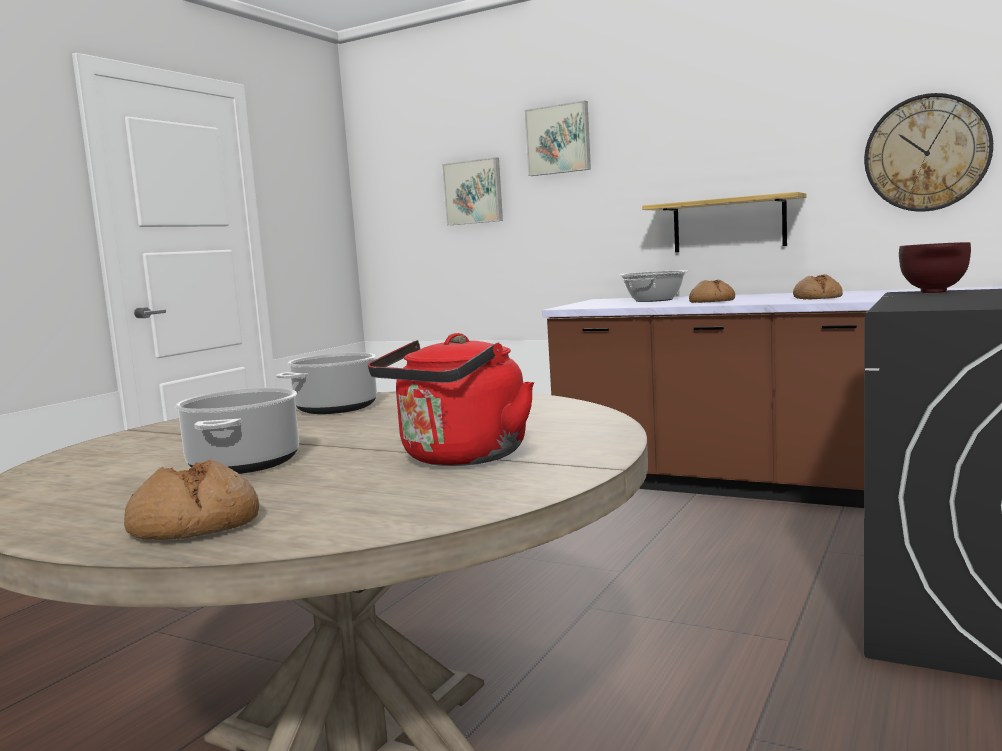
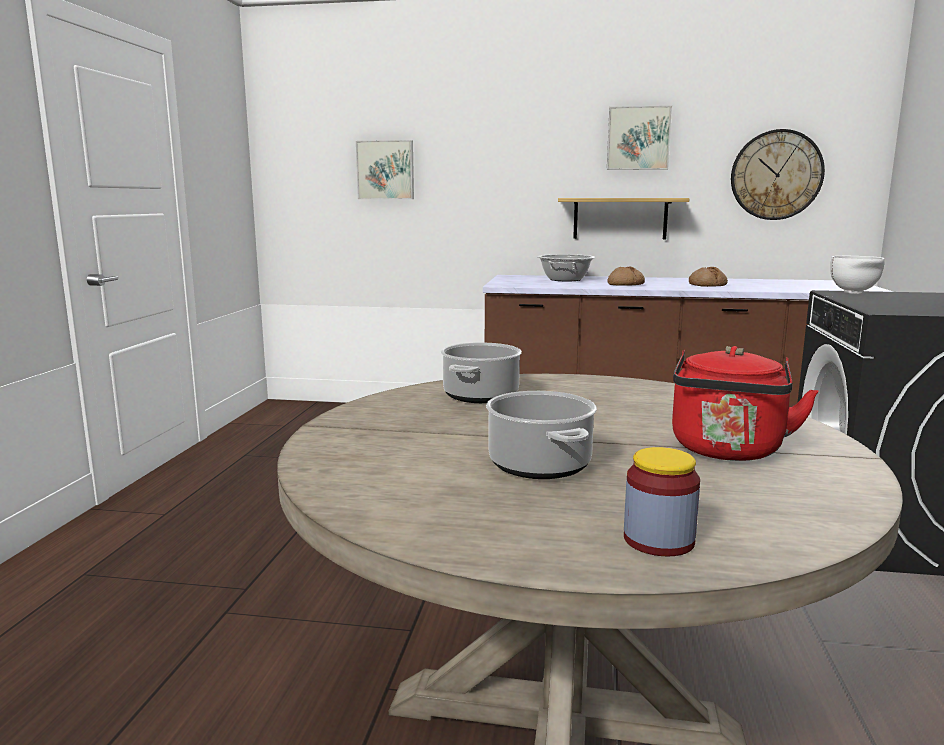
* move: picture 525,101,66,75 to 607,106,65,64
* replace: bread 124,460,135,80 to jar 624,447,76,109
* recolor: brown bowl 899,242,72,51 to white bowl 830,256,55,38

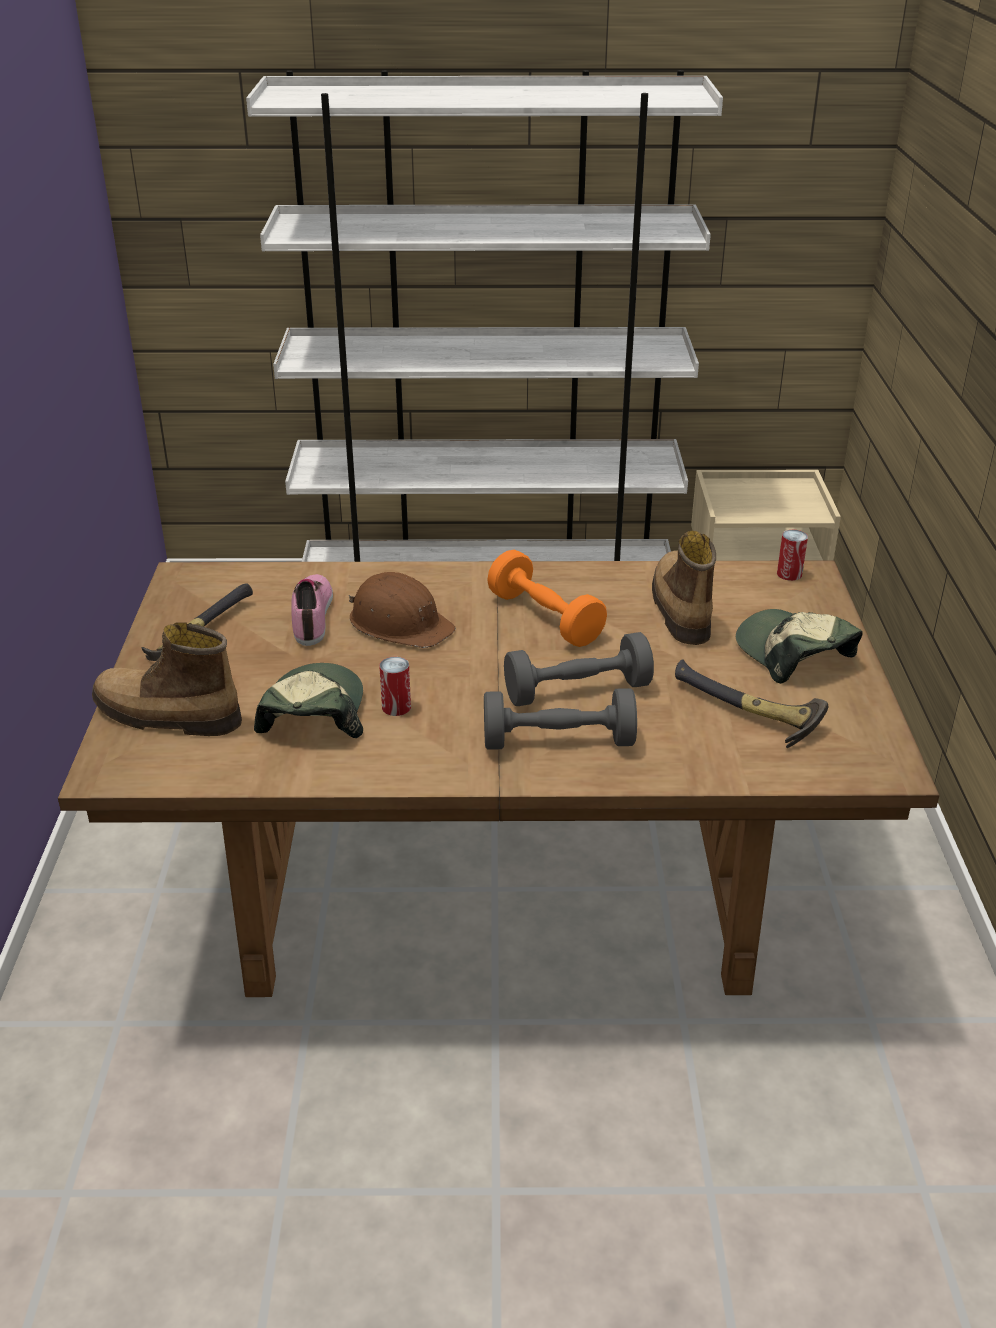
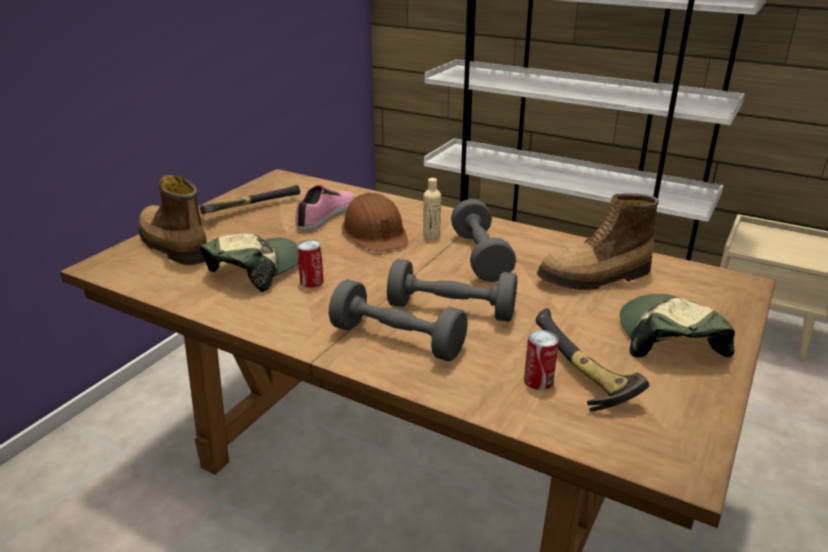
* insert: beige bottle 423,178,18,61
* move: can 777,530,31,51 to 524,330,35,60
* recolor: orange dumbbell 487,550,120,97 to grey dumbbell 451,199,65,83
* rotate: boot 652,531,64,114 = 537,193,122,97 135 degrees counterclockwise

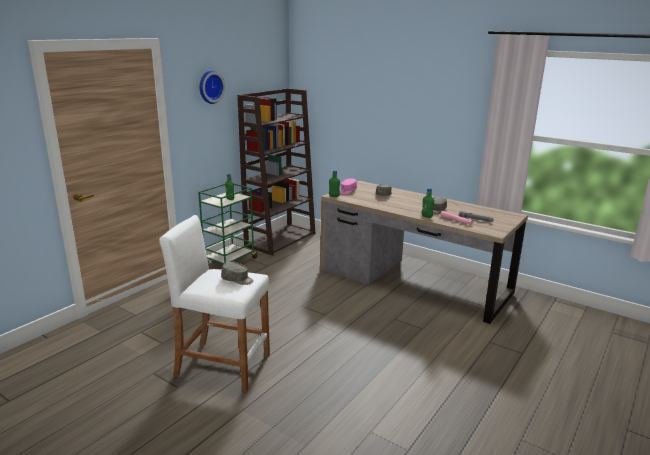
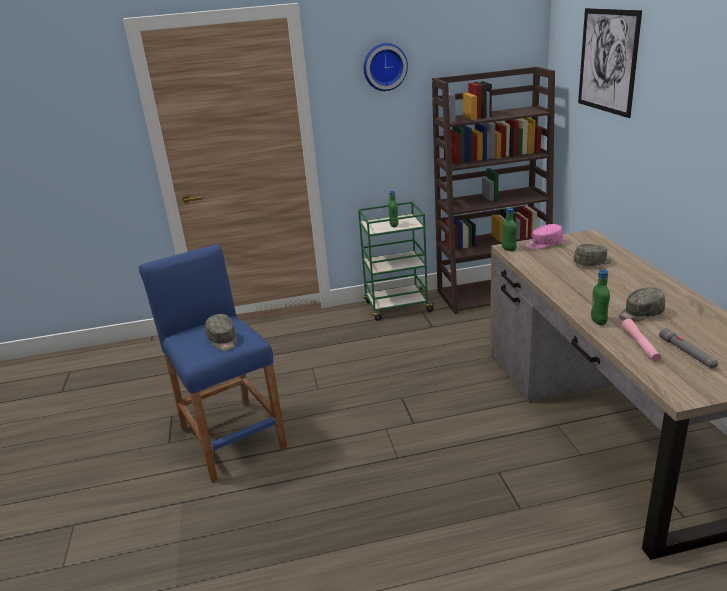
* insert: picture 578,8,64,110
* recolor: white stool 159,215,111,177 to blue stool 139,244,148,239

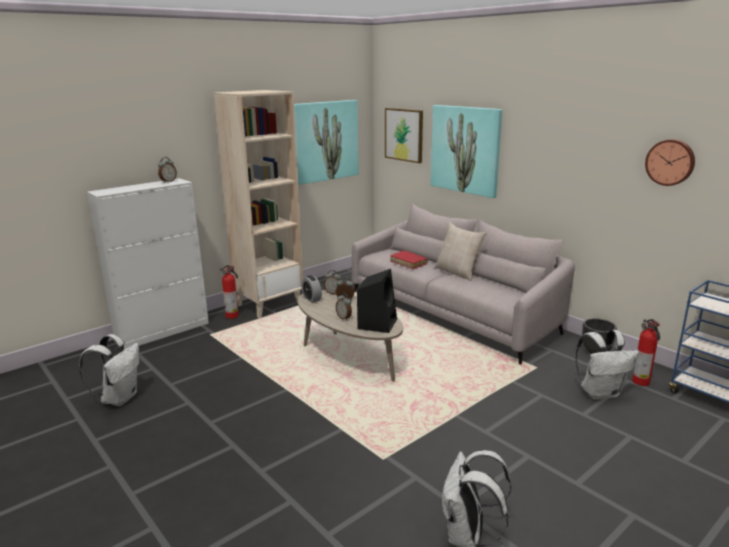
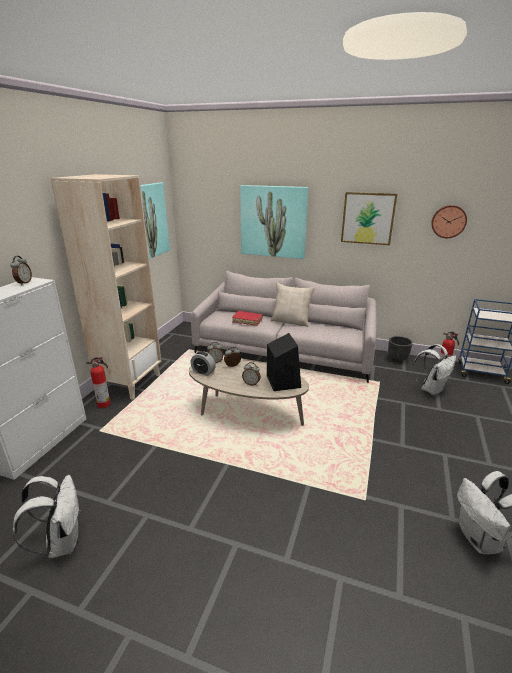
* move: picture 385,108,38,55 to 341,192,56,53

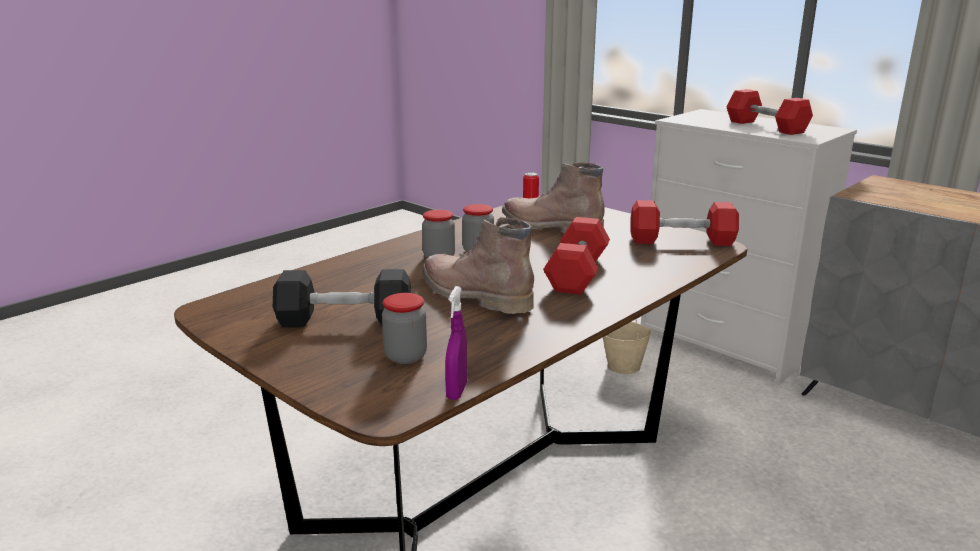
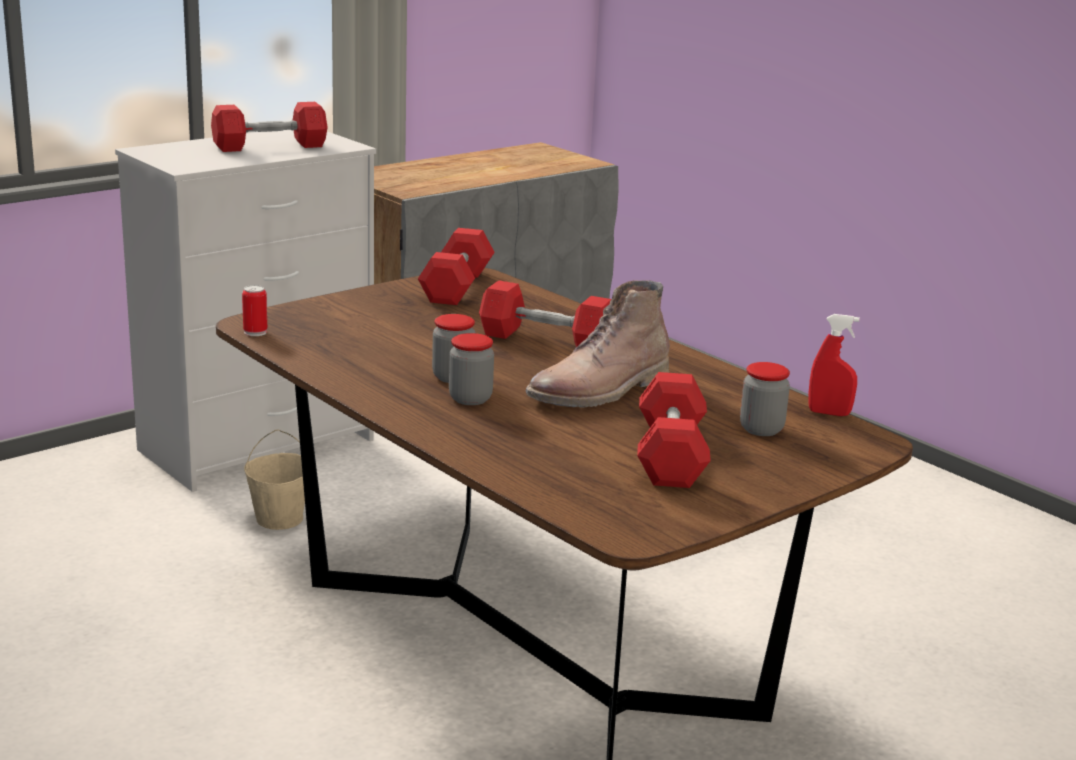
* delete: brown boot 502,162,103,71
* recolor: black dumbbell 273,269,138,59 to red dumbbell 637,372,74,116
* recolor: purple spray bottle 445,286,22,114 to red spray bottle 808,314,52,102

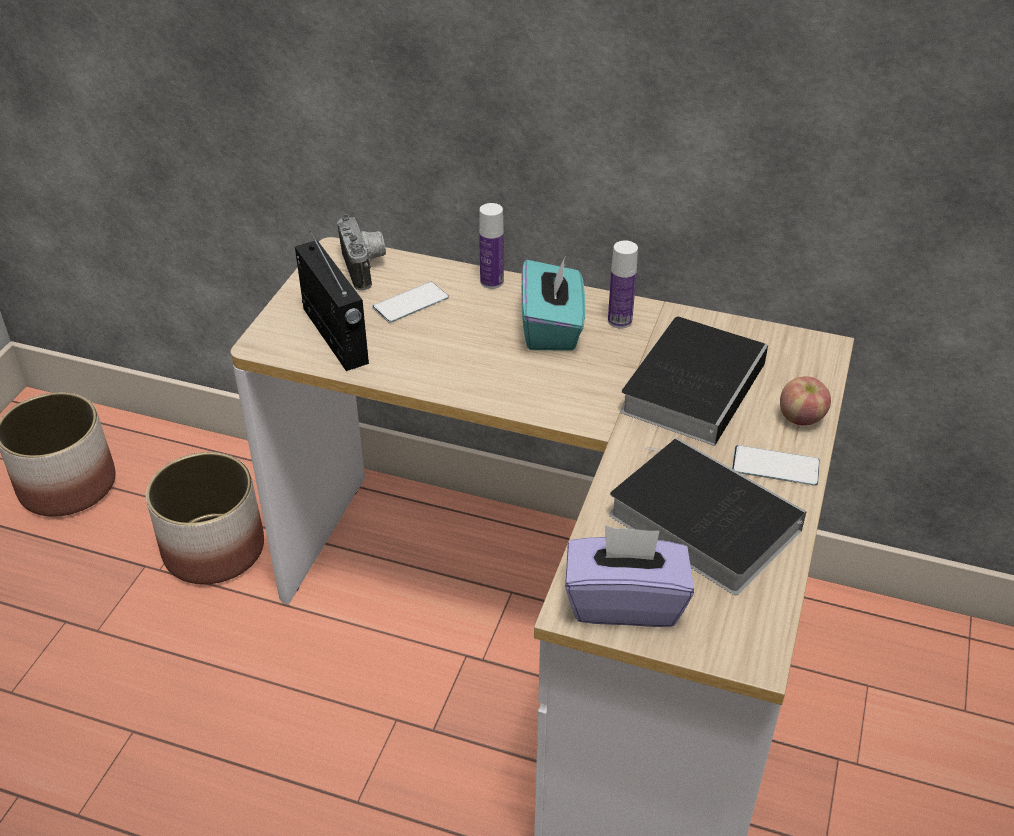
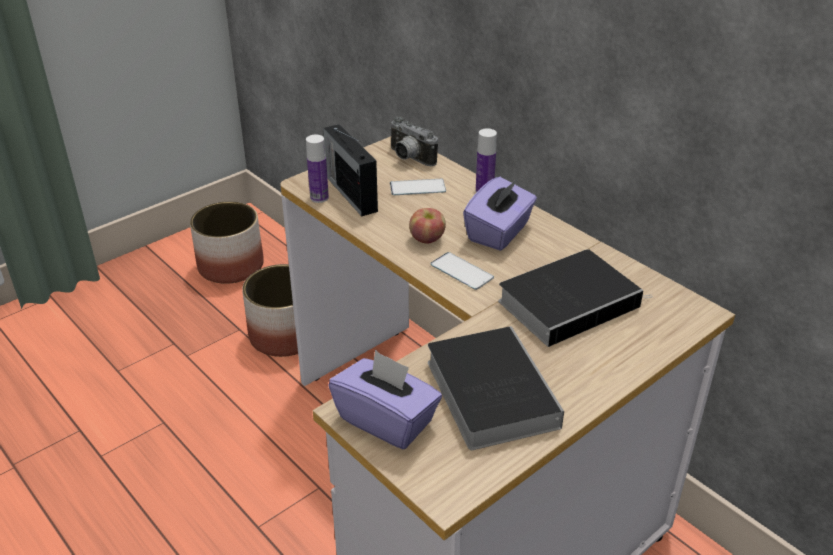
* move: bottle 608,240,30,89 to 306,135,23,68
* move: phone 732,445,88,41 to 430,252,64,38
* move: apple 780,376,51,50 to 409,208,37,36
* recolor: turquoise tissue box 521,258,64,93 to purple tissue box 463,177,74,74
* rotate: radio 295,231,74,140 = 323,124,55,92 150 degrees clockwise
* rotate: photo camera 337,214,49,76 = 389,116,49,50 120 degrees clockwise

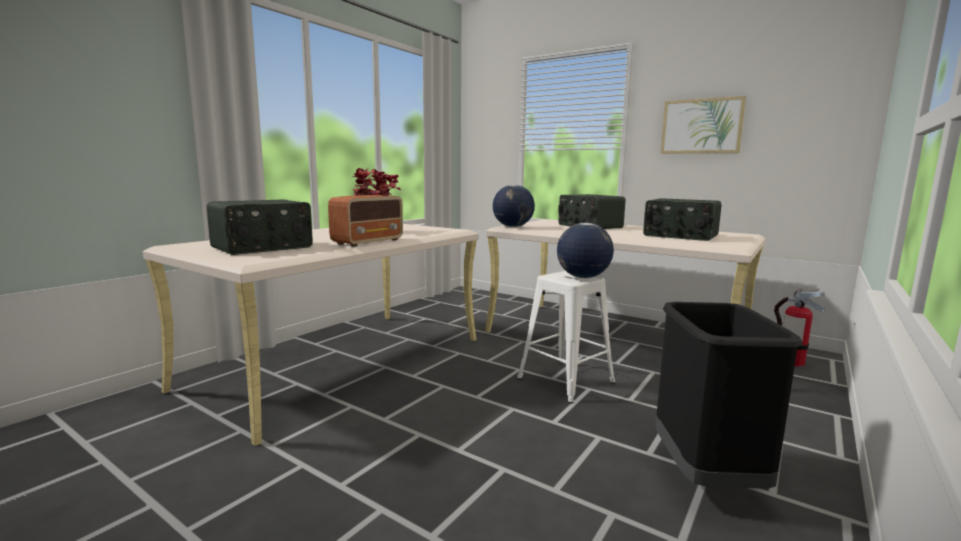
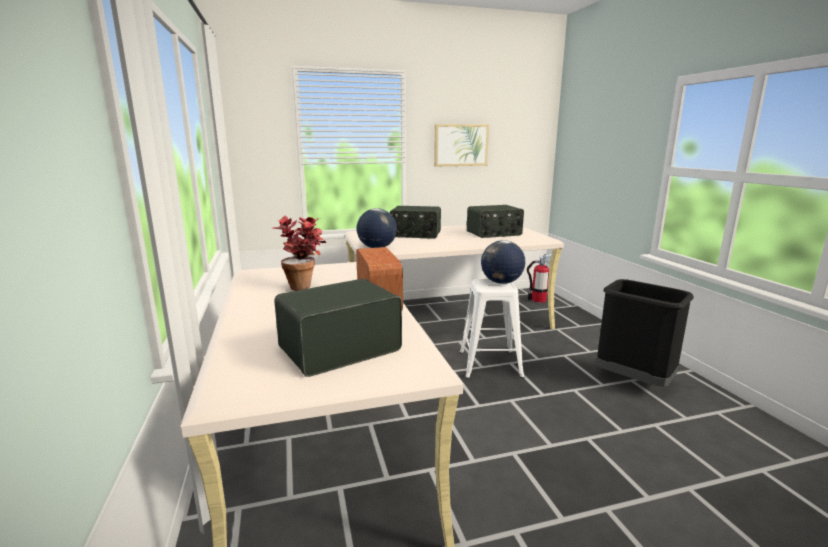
* rotate: radio 206,199,107,56 = 274,279,128,98 120 degrees counterclockwise

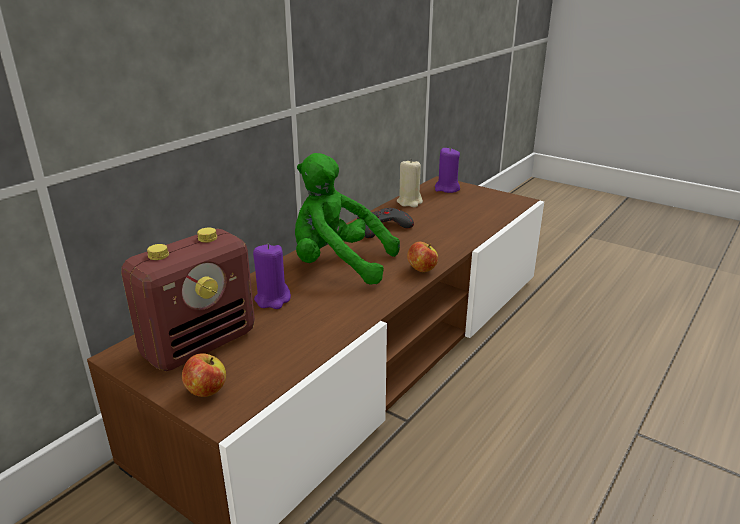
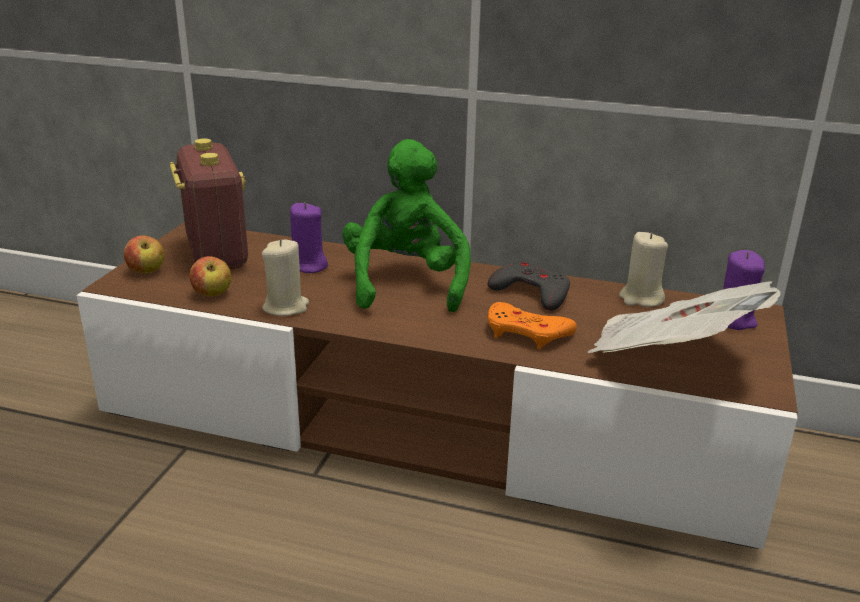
* insert: beige candle 262,239,47,77
* insert: orange game controller 487,302,90,47
* insert: newspaper 588,282,193,71
* move: apple 407,242,31,30 to 189,256,42,40
* rotate: radio 121,227,134,144 = 170,139,78,130 135 degrees counterclockwise

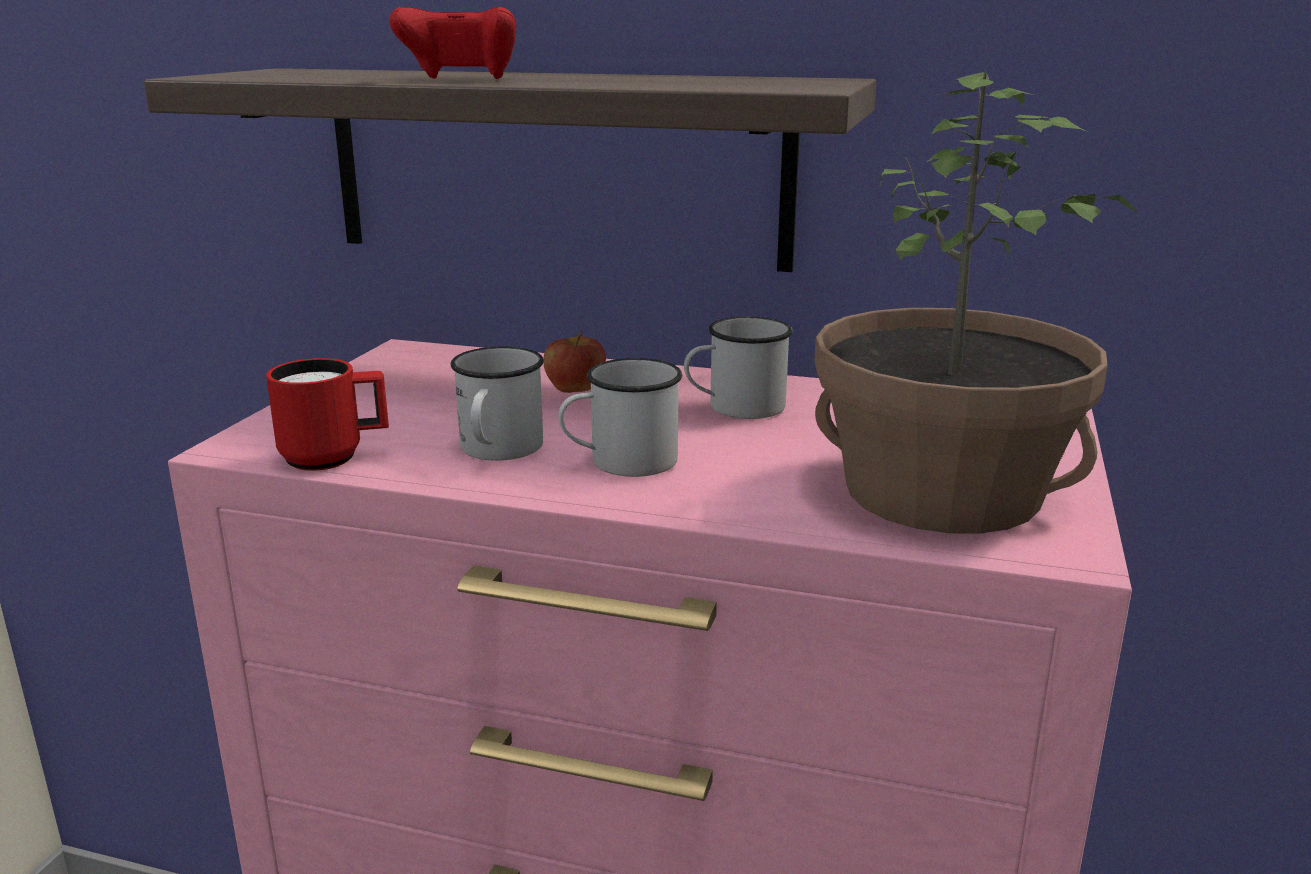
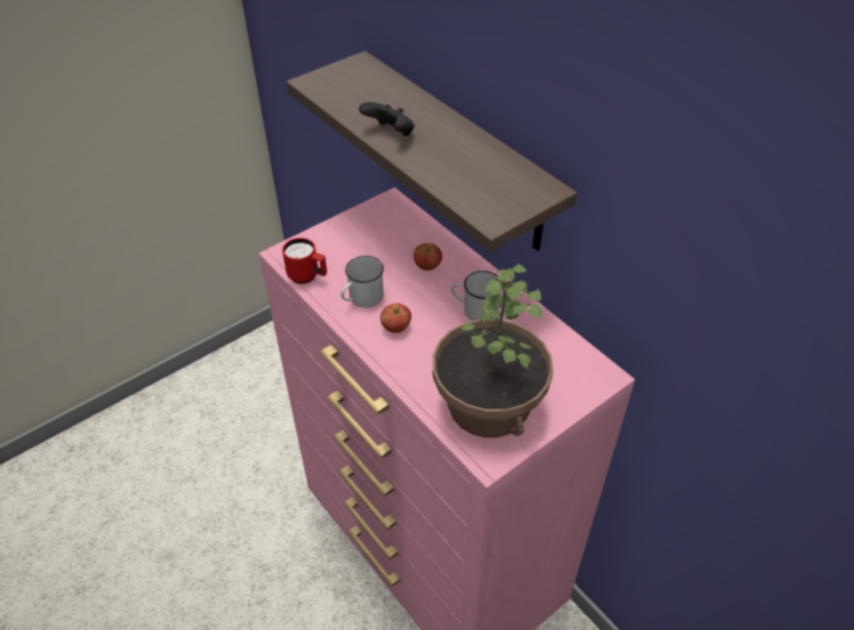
* replace: white mug 558,358,124,119 to apple 380,303,32,30
* recolor: red game controller 389,7,127,72 to black game controller 359,102,55,34

